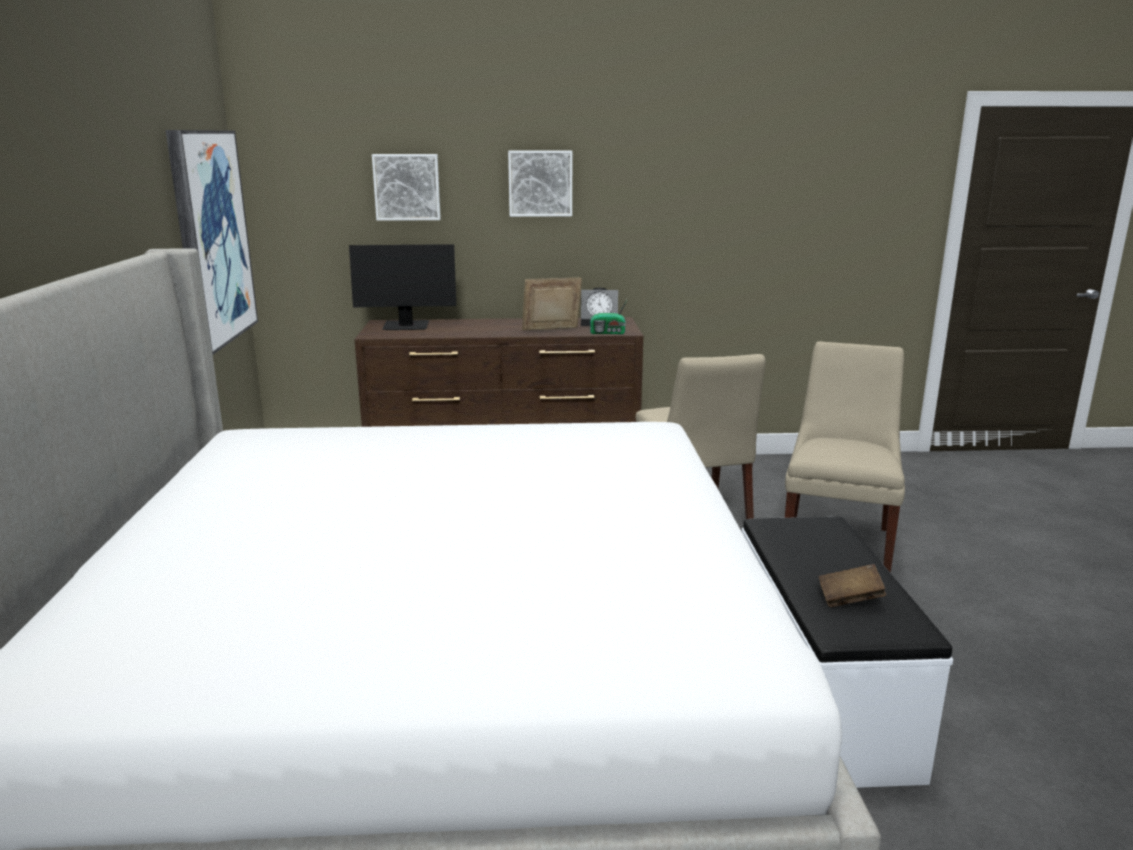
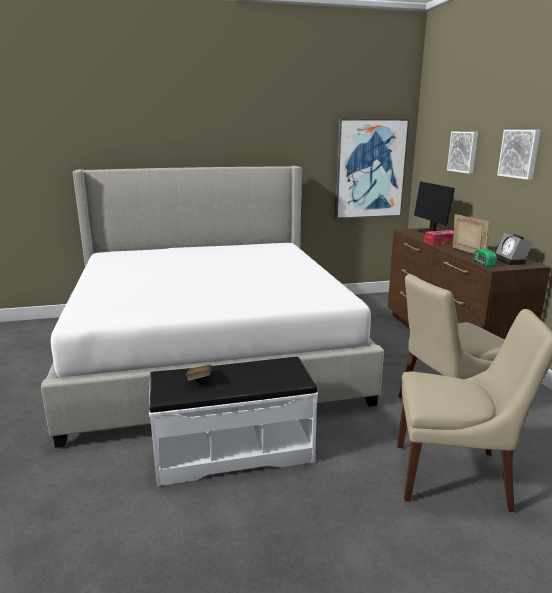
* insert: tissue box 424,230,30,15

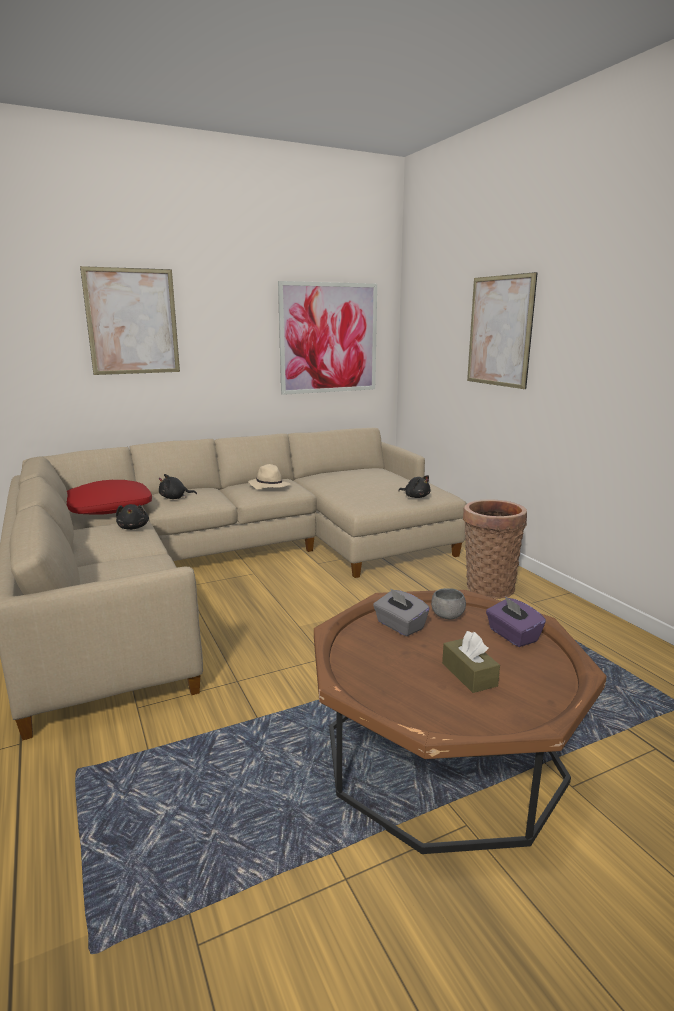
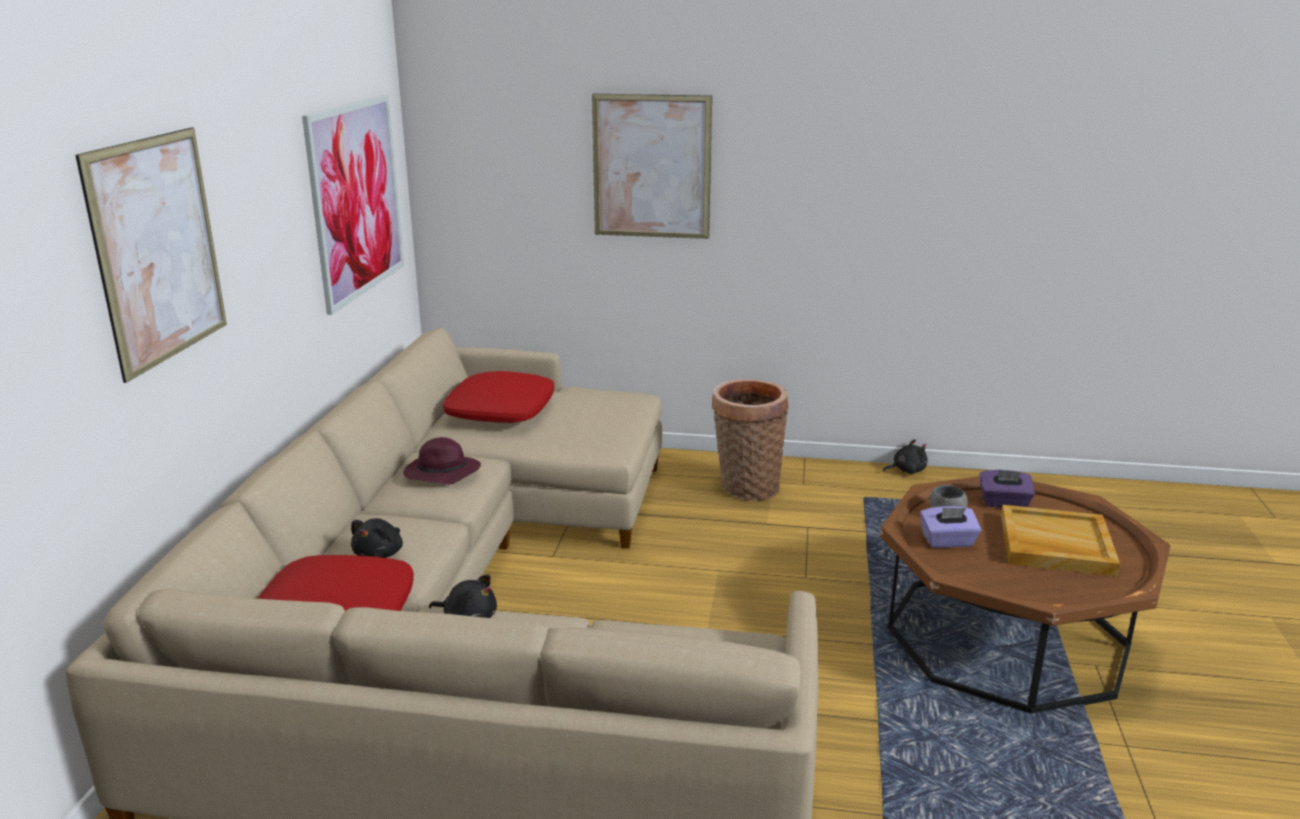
* insert: red pillow 443,371,111,52
* move: black plush toy 398,475,33,23 to 883,439,45,35
* replace: brown tissue box 442,631,58,62 to beige tray 1001,505,119,72
* recolor: beige hat 248,464,42,25 to purple hat 403,437,78,48
* recolor: grey tissue box 373,588,57,48 to purple tissue box 920,506,62,42

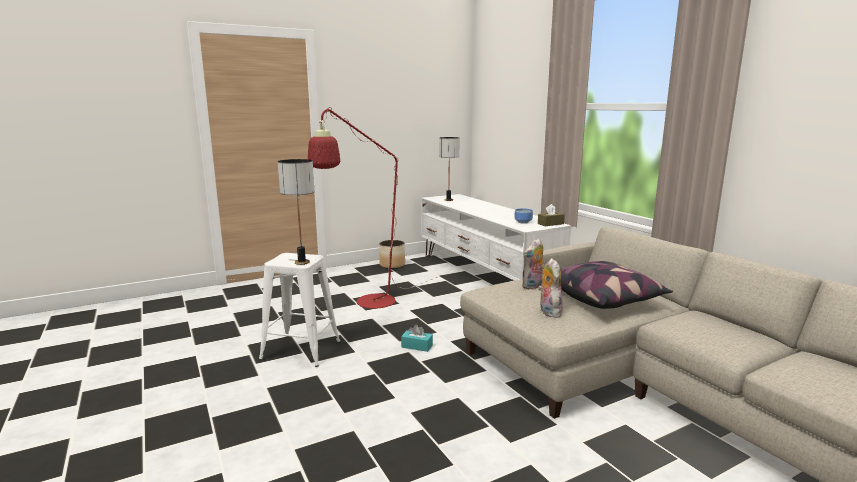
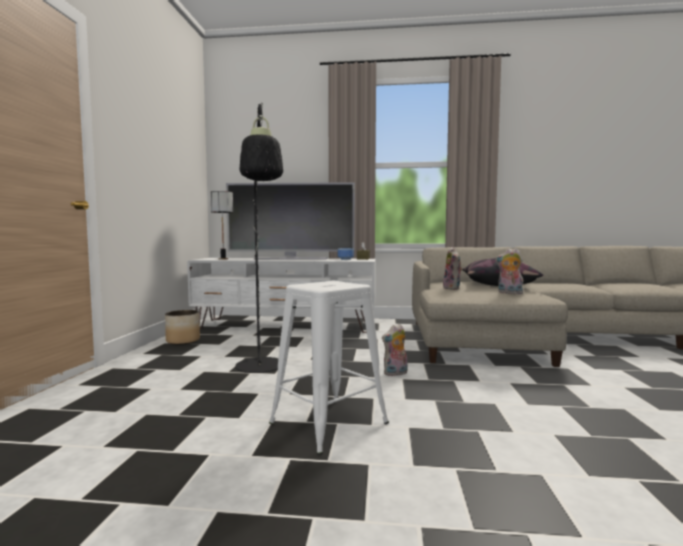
* delete: table lamp 278,159,36,106
* insert: television 226,182,129,78
* replace: turquoise tissue box 401,324,32,28 to plush toy 382,324,25,53
* recolor: red floor lamp 308,107,136,202 to black floor lamp 235,103,48,270

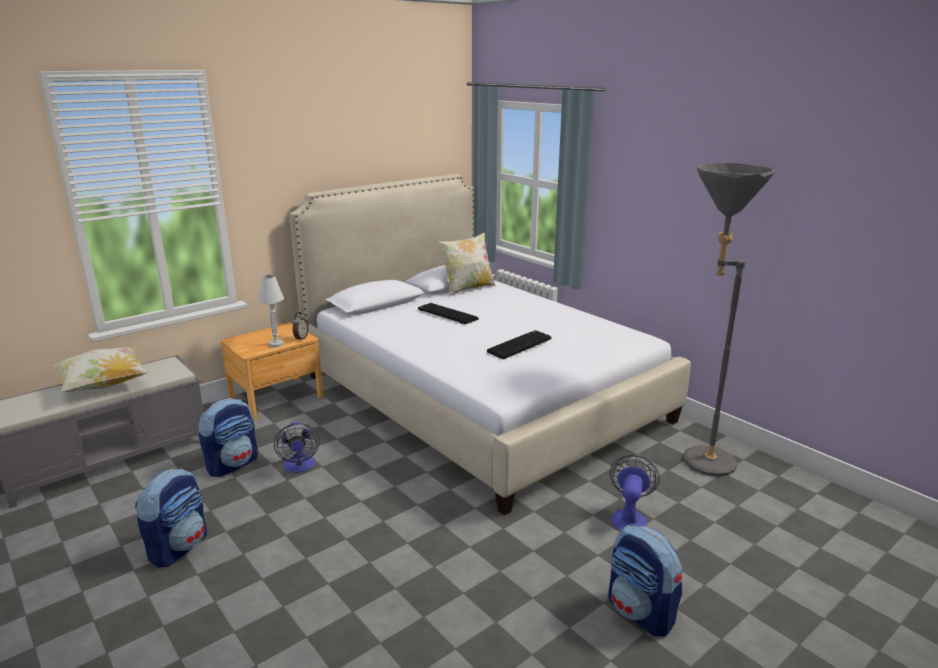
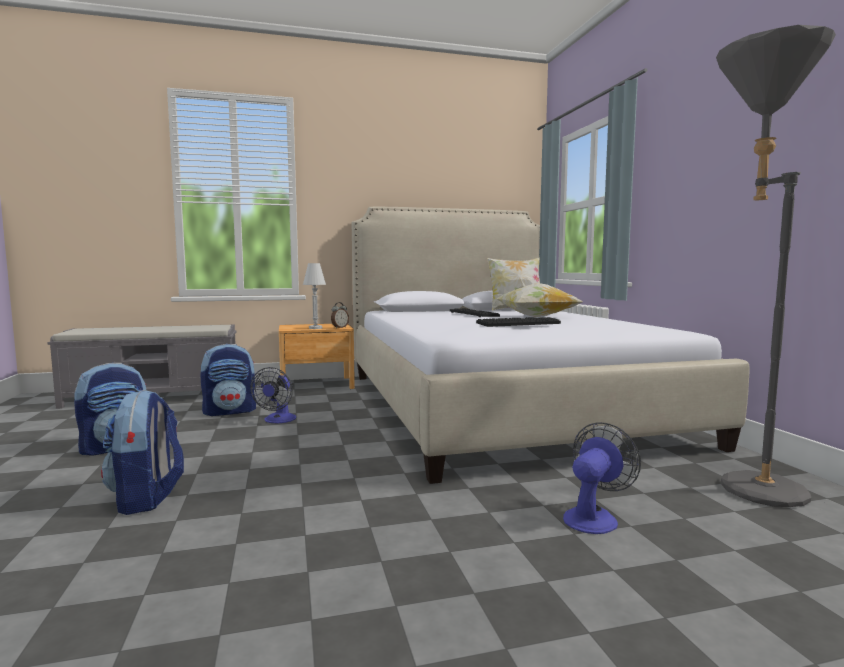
* move: pillow 54,347,95,45 to 496,283,86,34
* move: backpack 608,525,74,112 to 101,390,83,125

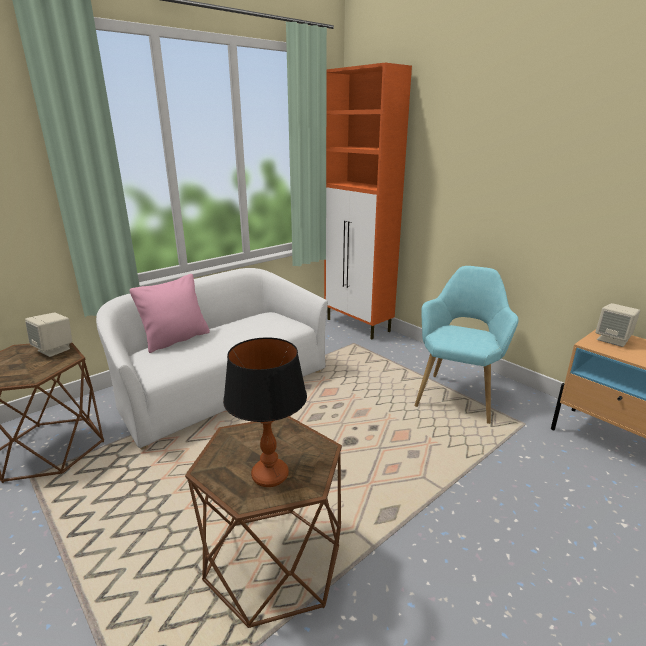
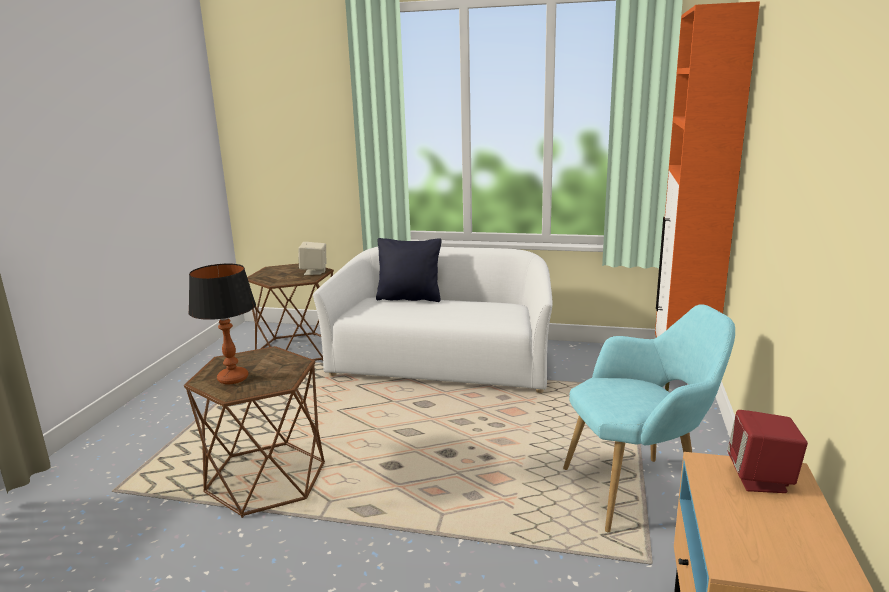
* recolor: pink pillow 130,274,80,79 to black pillow 376,238,65,64
* recolor: beige speaker 595,303,45,44 to red speaker 727,410,81,83

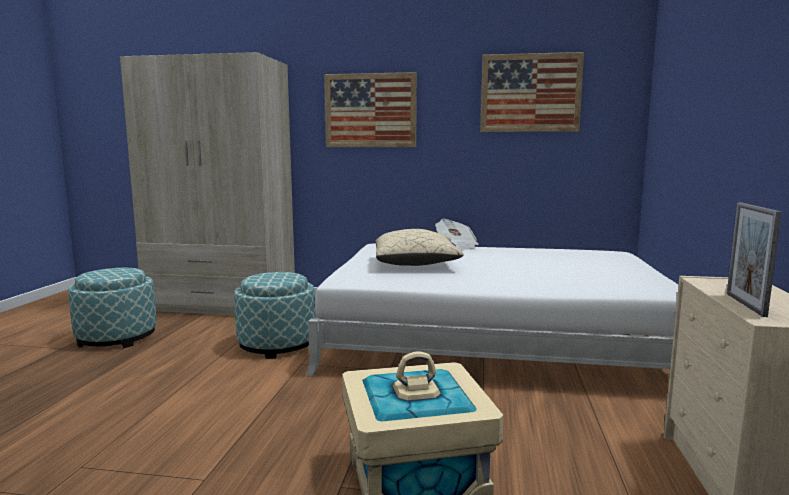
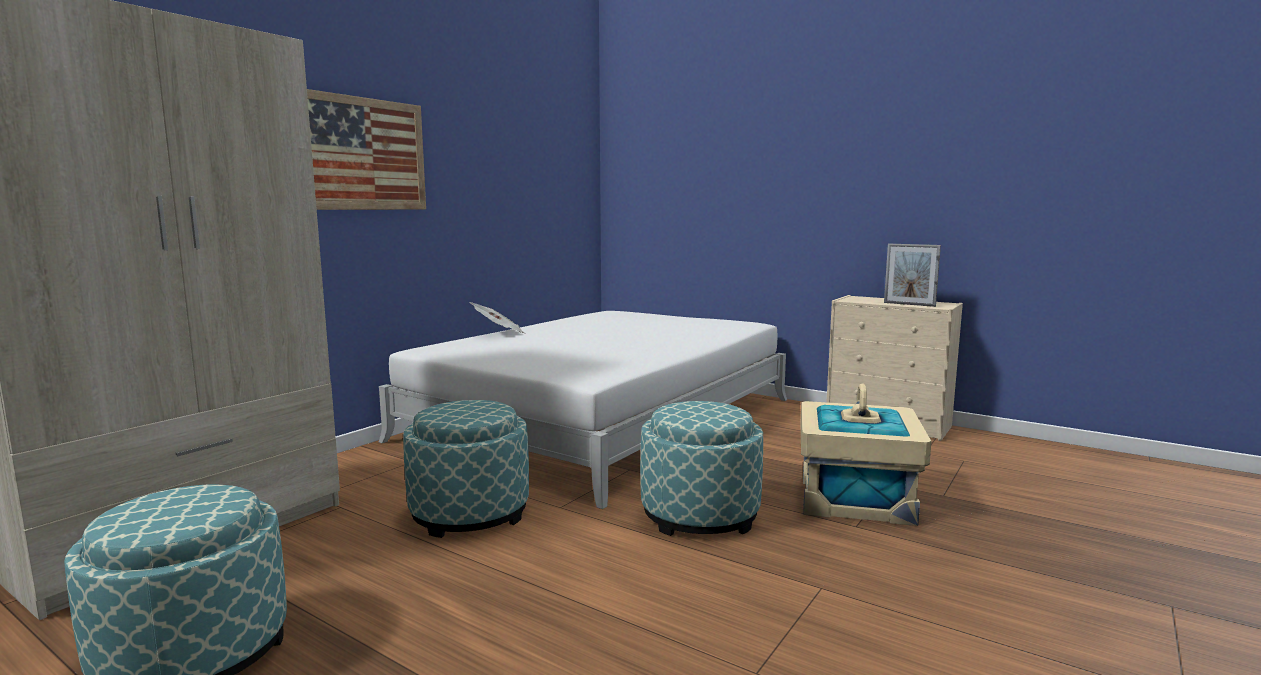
* delete: beige pillow 375,229,88,37
* delete: picture 480,52,104,80
* insert: ottoman 640,401,123,135

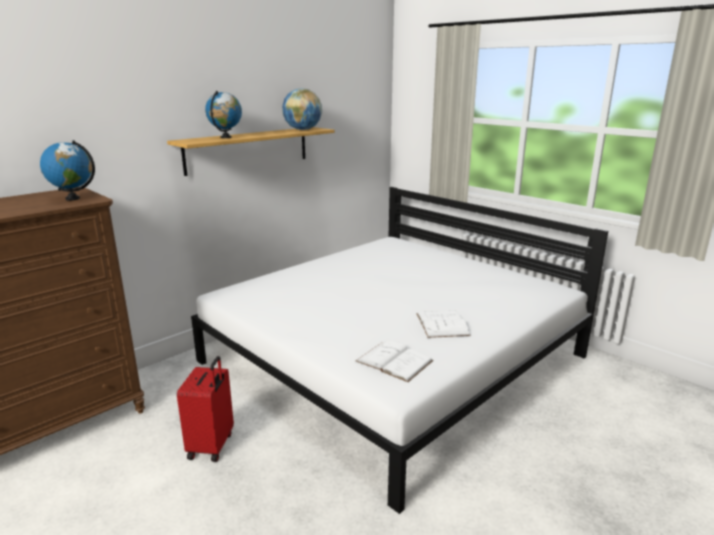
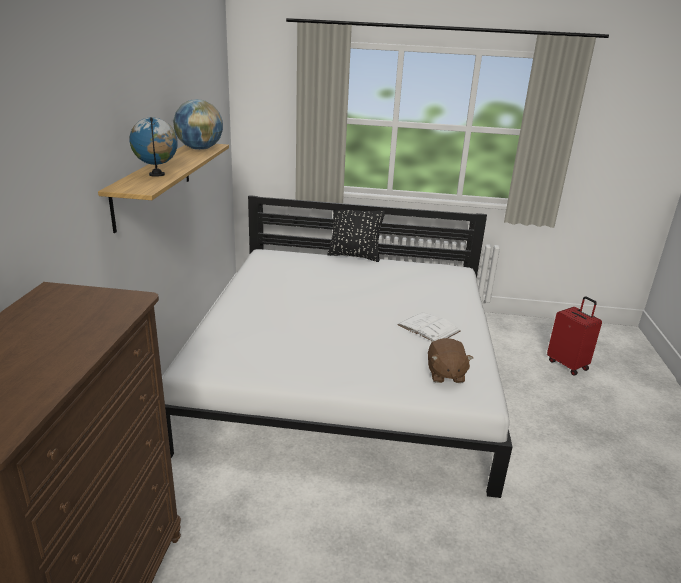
* delete: globe 40,140,55,61
* insert: black pillow 328,210,57,52
* move: red suitcase 177,356,57,106 to 547,296,55,80
* replace: white book 356,340,77,42 to brown plush toy 428,338,45,45

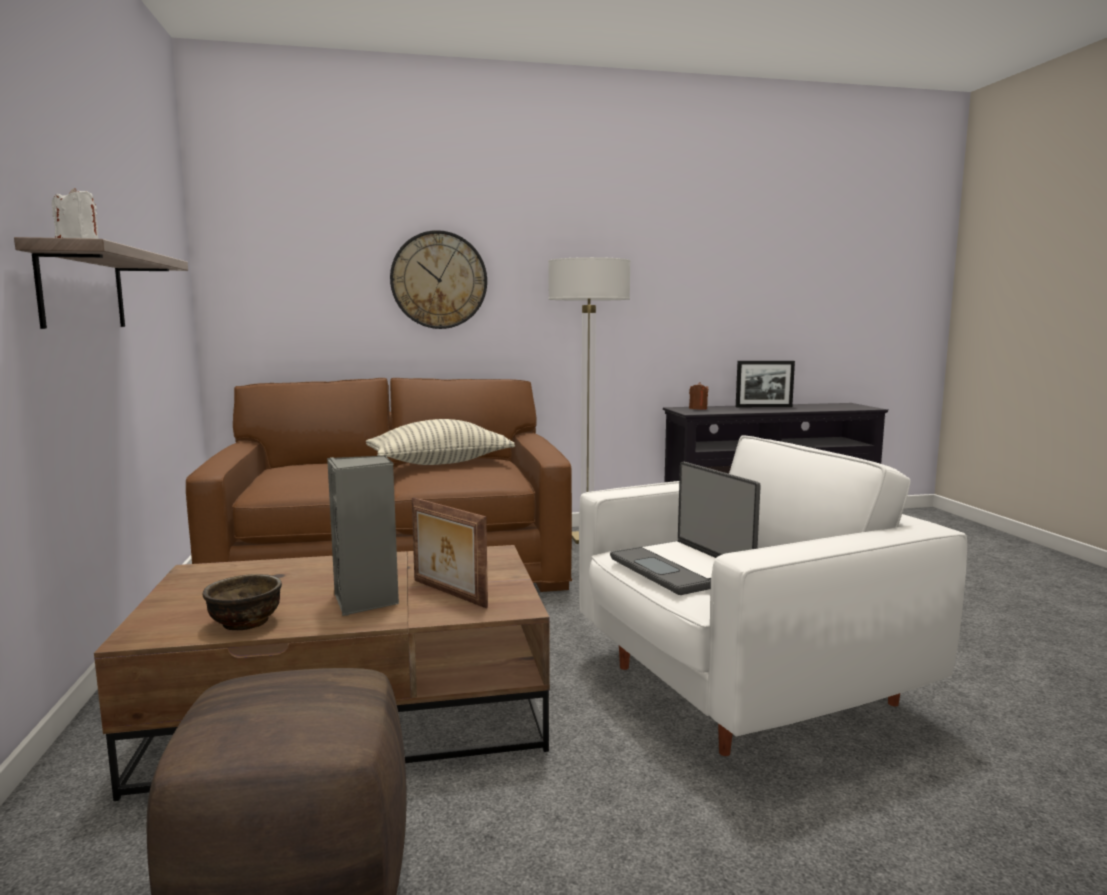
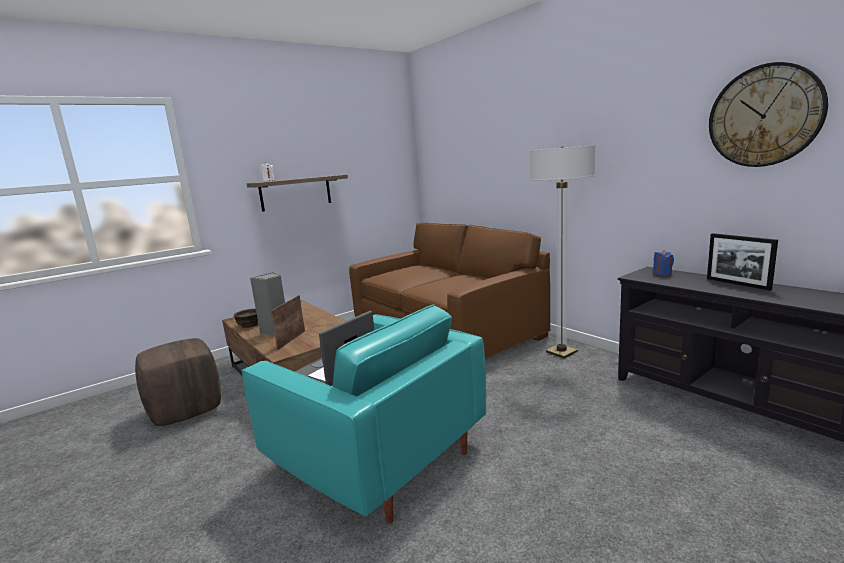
* delete: pillow 366,419,149,46
* move: wall clock 390,230,97,99 to 709,62,119,105
* recolor: white armchair 579,435,388,321 to turquoise armchair 242,304,244,220
* recolor: brown candle 689,382,19,28 to blue candle 653,250,21,26

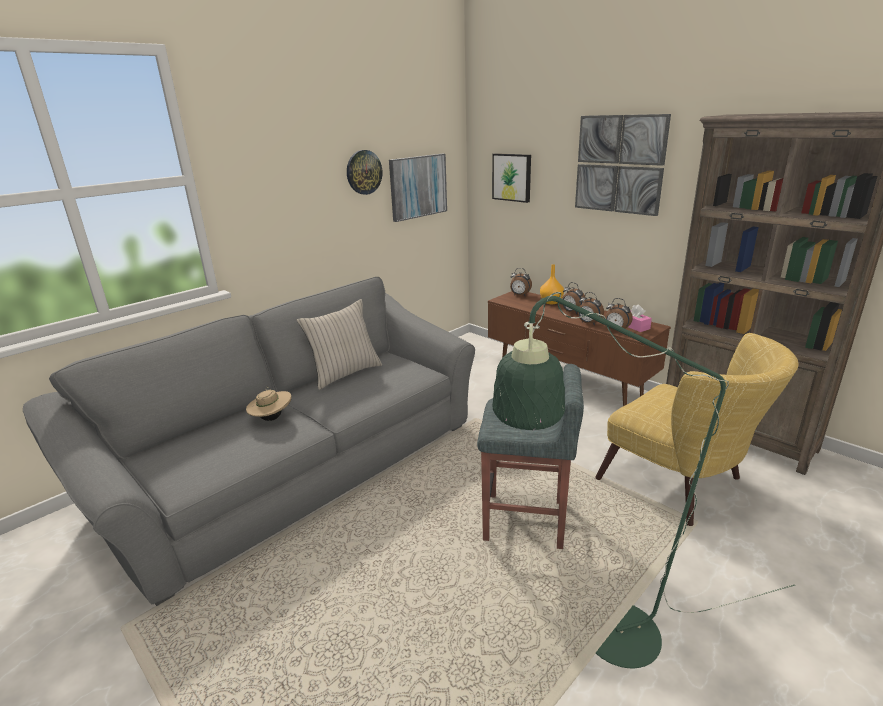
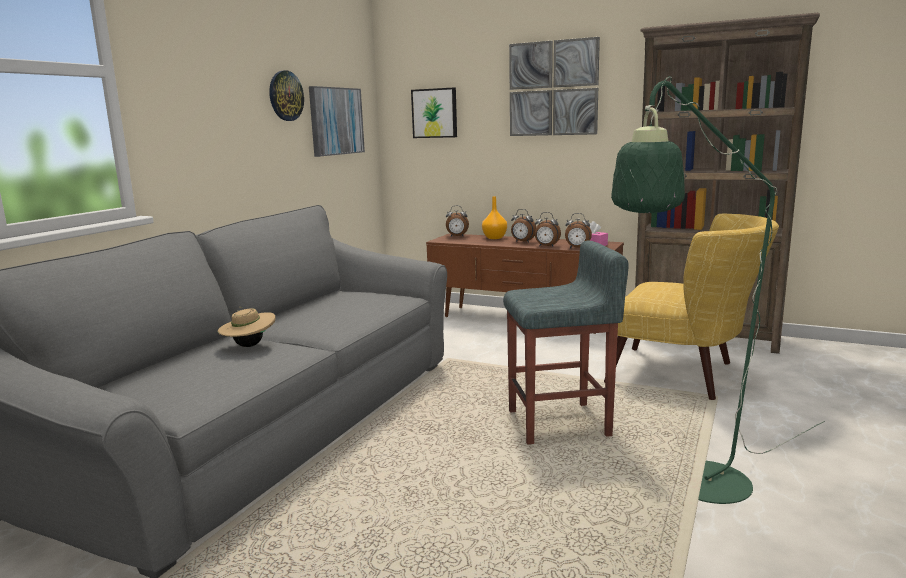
* delete: beige pillow 297,299,85,91

